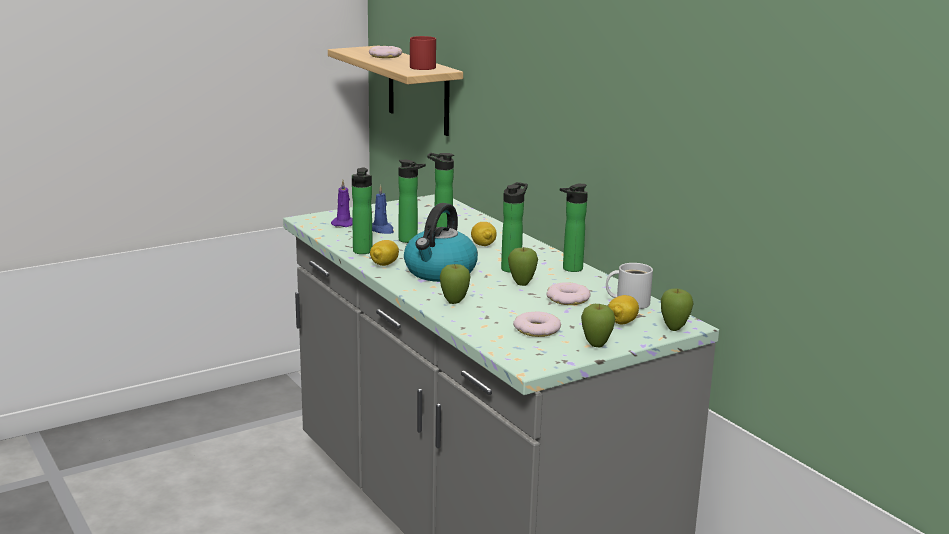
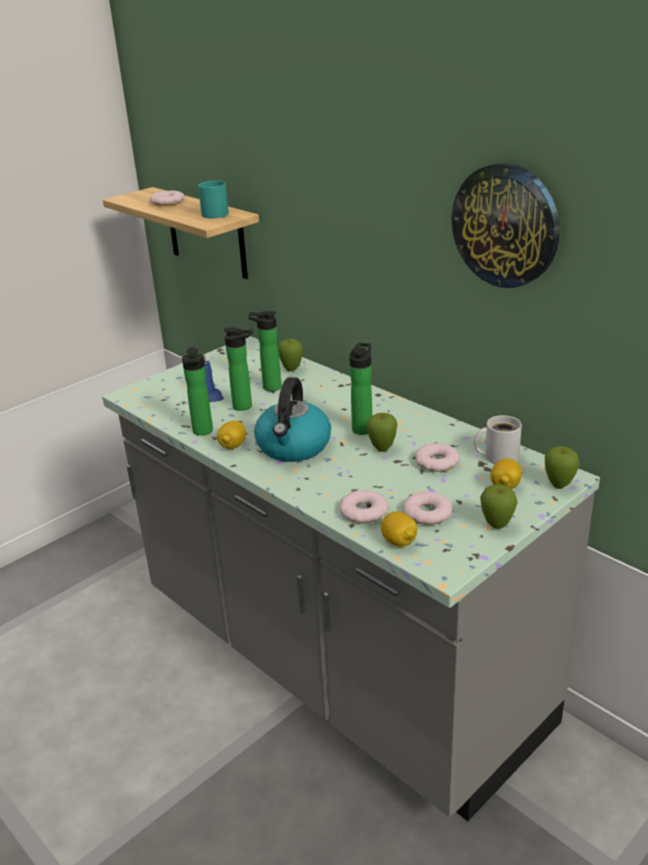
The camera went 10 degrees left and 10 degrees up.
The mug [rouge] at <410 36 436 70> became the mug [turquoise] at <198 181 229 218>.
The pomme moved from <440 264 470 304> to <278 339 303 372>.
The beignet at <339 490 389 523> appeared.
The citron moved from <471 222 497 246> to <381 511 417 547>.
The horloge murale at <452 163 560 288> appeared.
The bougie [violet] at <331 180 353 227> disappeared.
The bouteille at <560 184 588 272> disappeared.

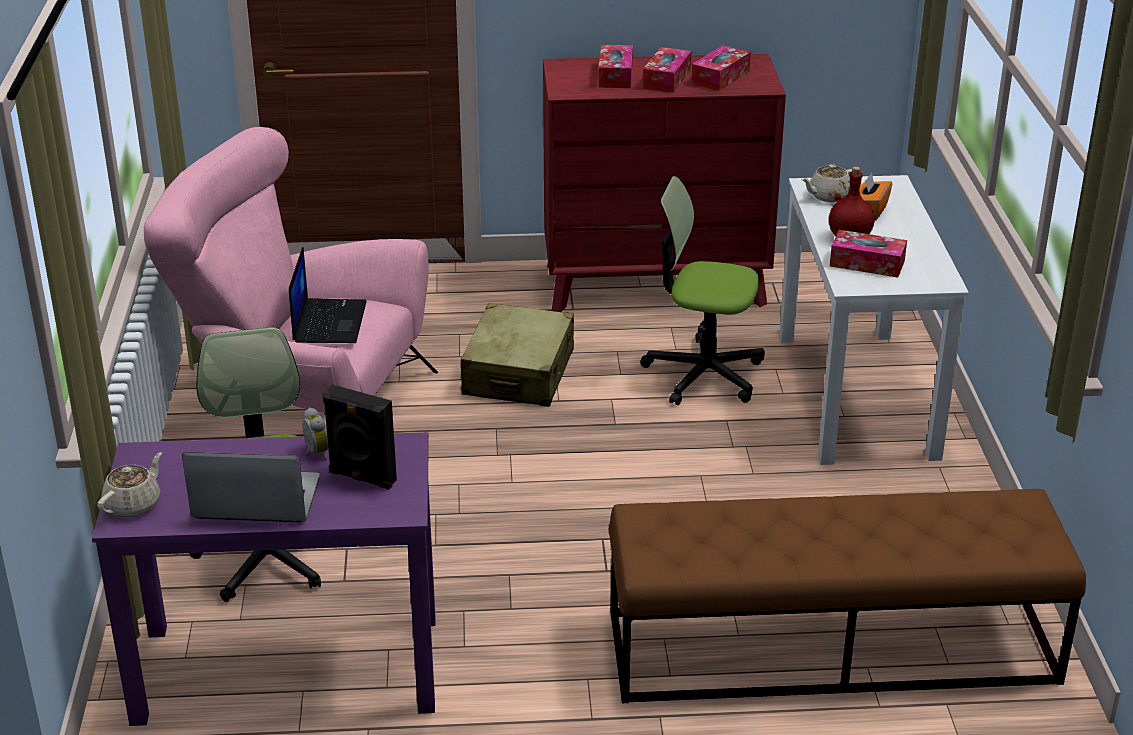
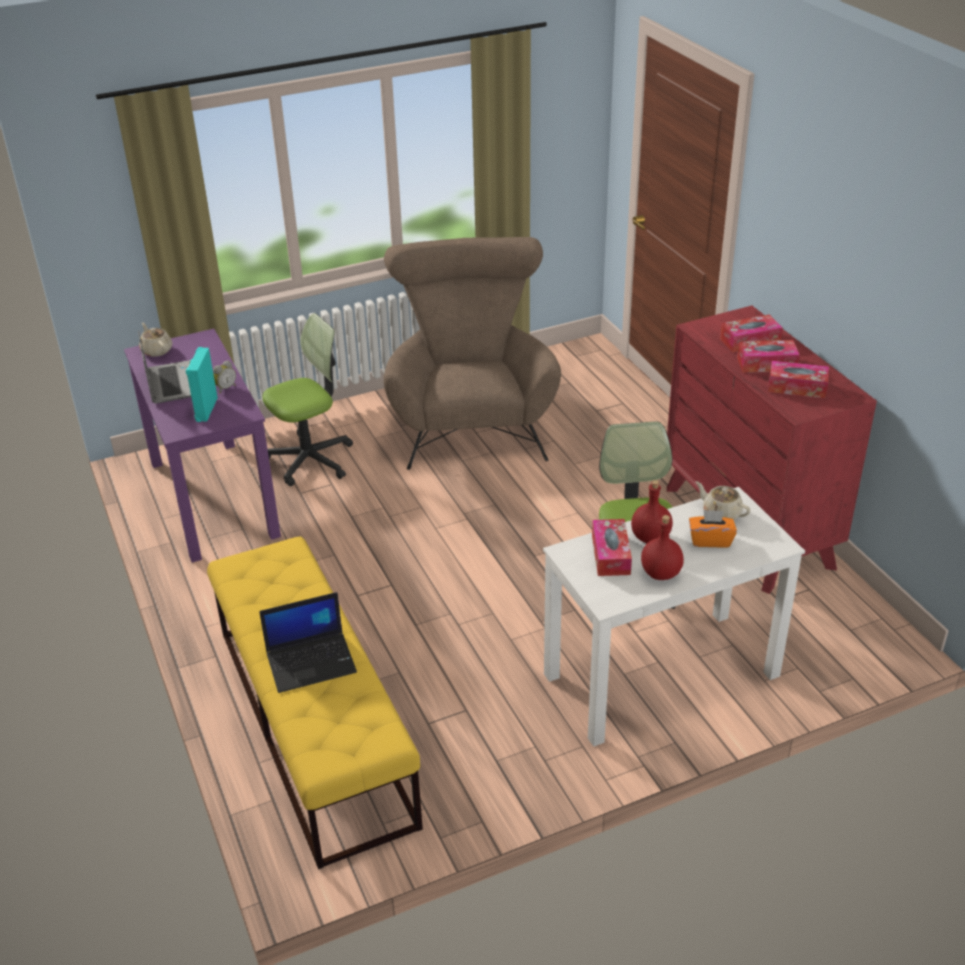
The camera went 70 degrees right and 5 degrees up.
The théière [beige] at <97 452 162 517> turned 135 degrees counterclockwise.
The enceinte [noir] at <322 384 397 490> became the enceinte [turquoise] at <186 347 218 422>.
The banc [marron] at <609 489 1086 703> became the banc [jaune] at <207 536 423 869>.
The ordinateur portable moved from <289 247 367 343> to <259 592 357 693>.
The fauteuil [rose] at <144 127 438 417> became the fauteuil [marron] at <383 237 561 470>.
The bouteille [rouge] at <641 515 684 580> appeared.
The valise [beige] at <461 303 574 407> disappeared.

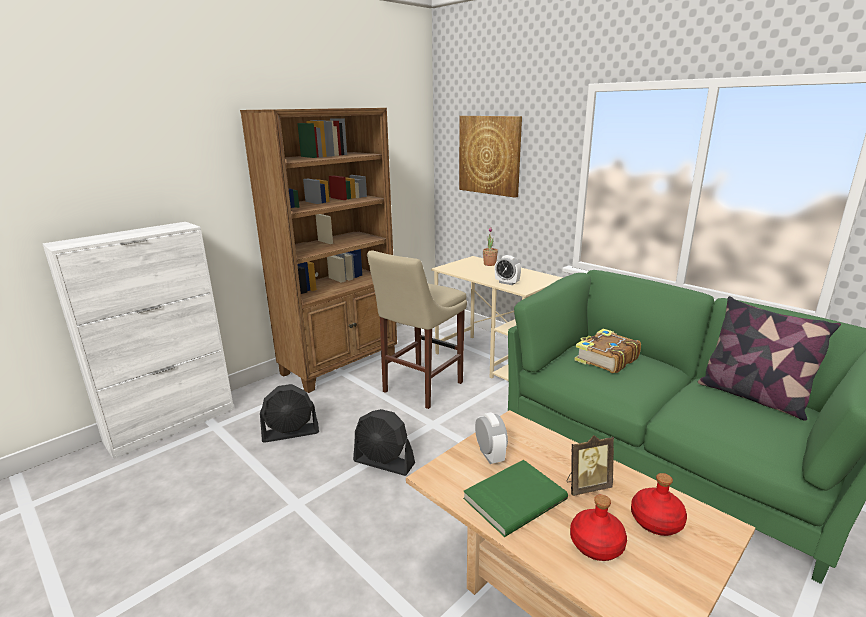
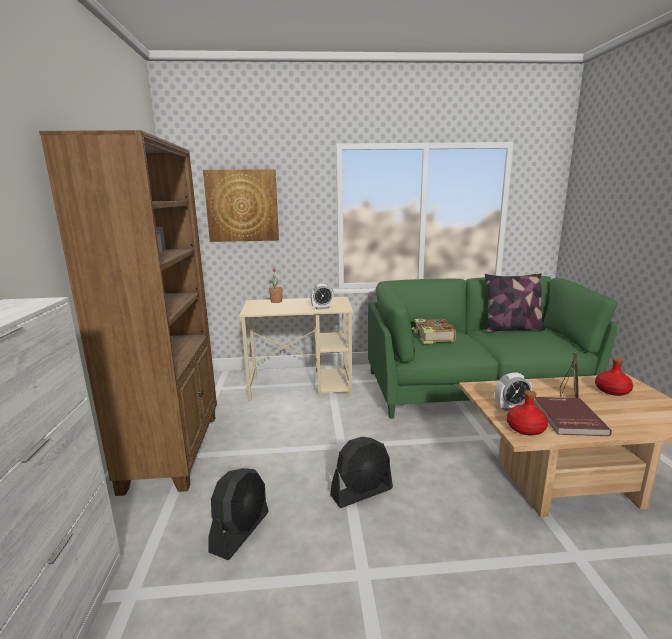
The camera went 50 degrees left and 5 degrees down.
The réveil at <475 412 508 464> turned 150 degrees clockwise.
The bouteille [rouge] moved from <570 495 627 561> to <507 390 548 435>.
The livre [vert] at <463 460 568 537> became the livre [rouge] at <534 397 612 436>.
The tabouret [beige] at <367 250 467 409> disappeared.

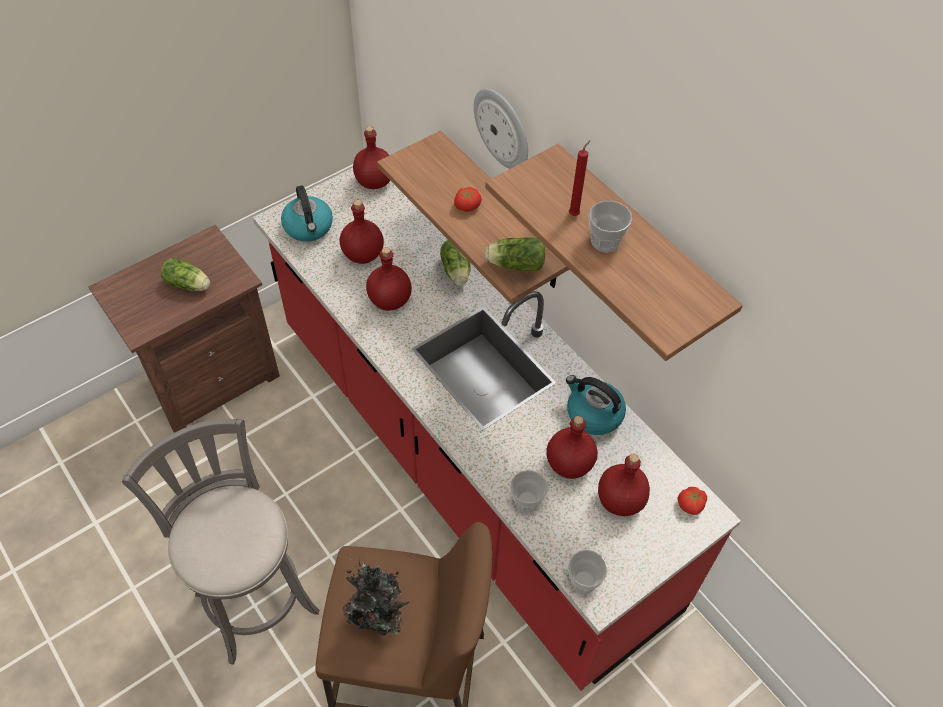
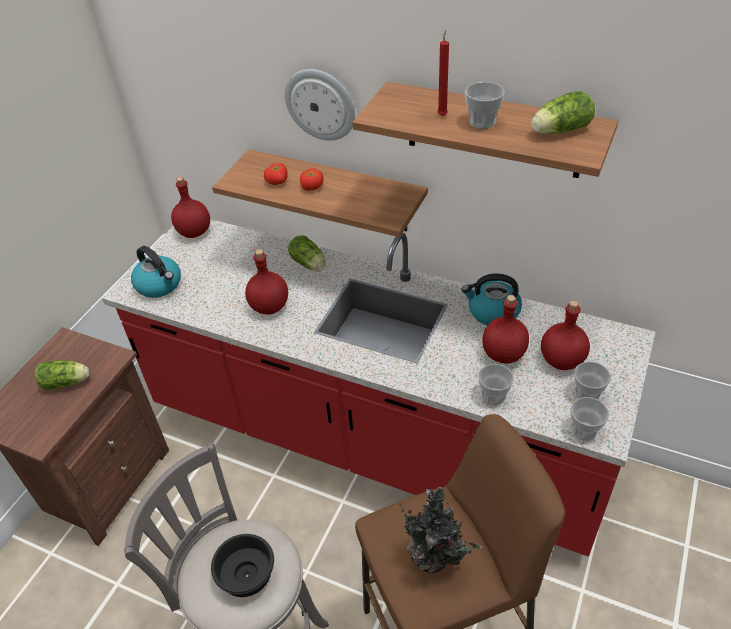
The camera went 25 degrees left and 10 degrees down.
The bol [noir] at <211 534 274 597> appeared.
The tomate moved from <677 487 707 515> to <264 163 288 185>.
The laitue moved from <485 238 545 272> to <531 91 595 134>.
The tasse at <574 361 611 399> appeared.
The bouteille [rouge] at <340 200 384 264> disappeared.

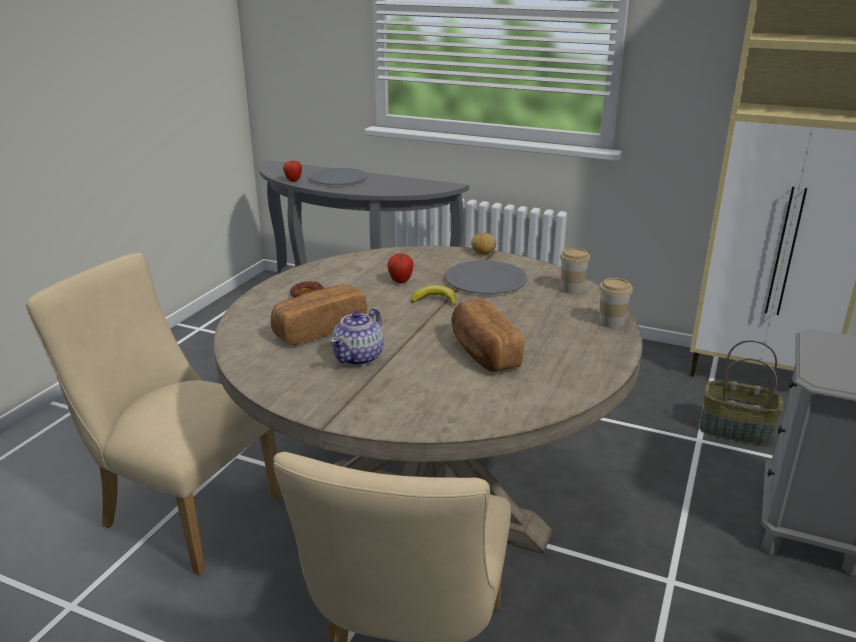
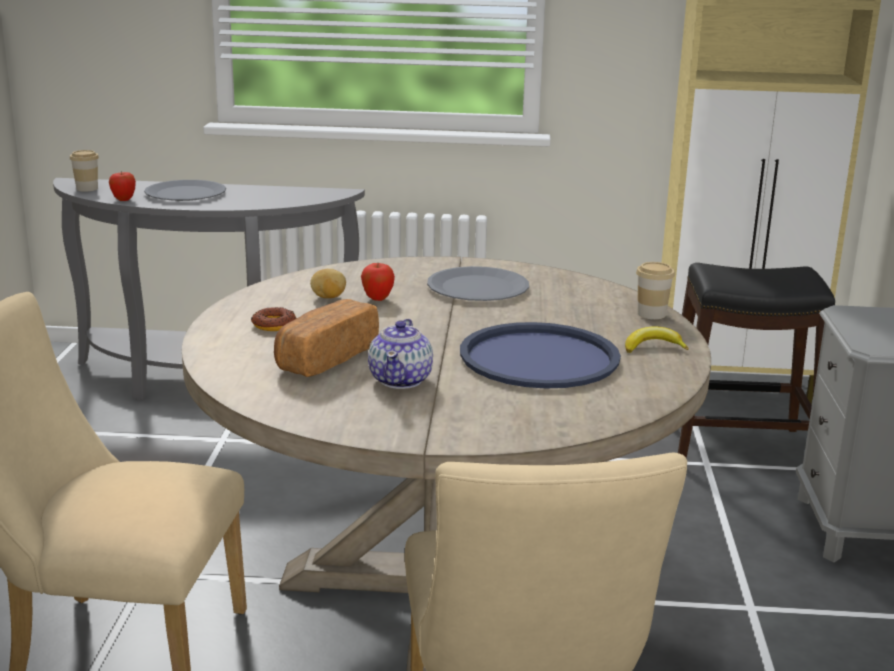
The camera went 20 degrees left and 5 degrees down.
The tasse moved from <560 248 590 294> to <70 150 99 192>.
The pomme de terre moved from <471 233 496 254> to <310 269 346 298>.
The pain at <451 299 524 372> was replaced by the plateau [bleu] at <460 322 621 389>.
The banane moved from <411 285 456 306> to <625 326 689 353>.
The panier at <699 340 783 446> was replaced by the tabouret [noir] at <678 263 835 458>.

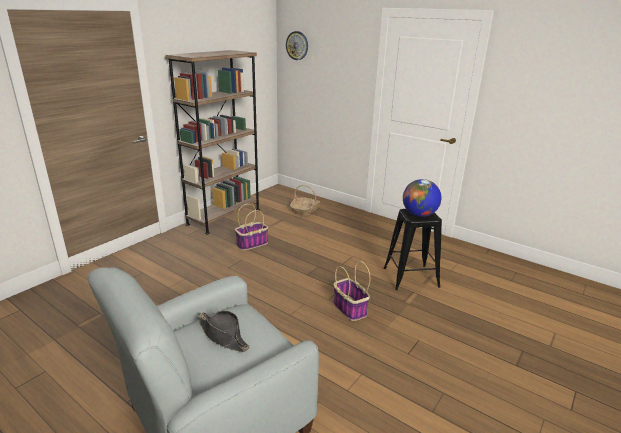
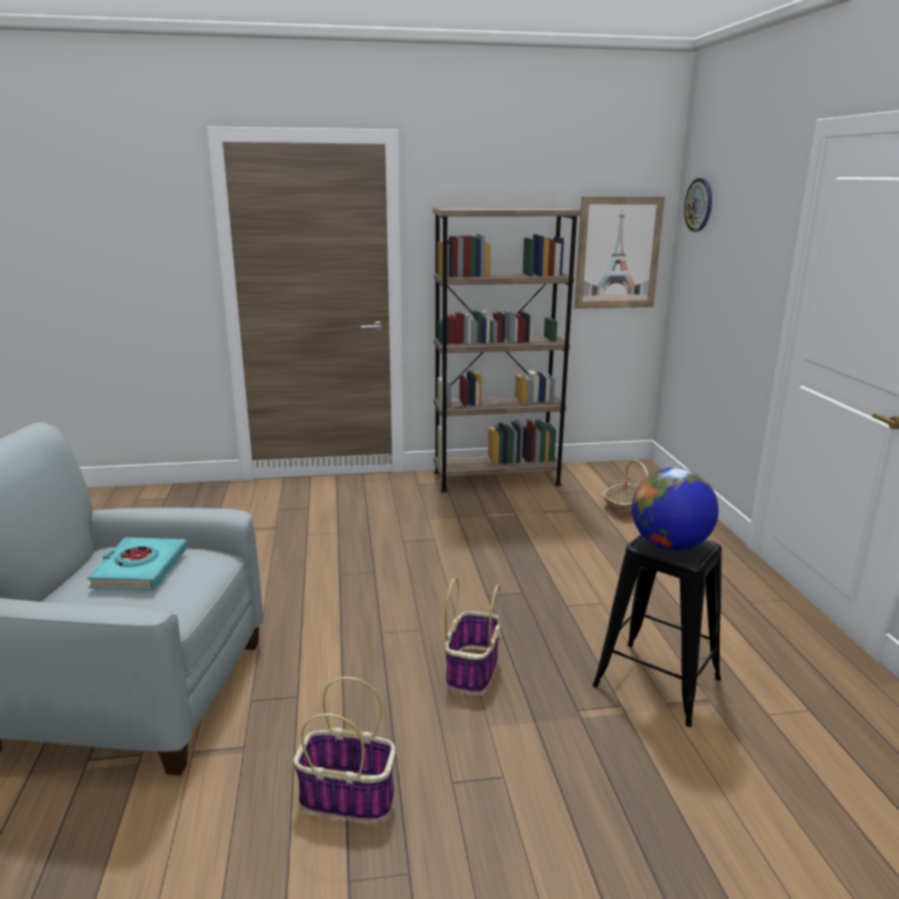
The camera went 45 degrees right and 5 degrees down.
The chapeau [noir] at <197 310 250 352> was replaced by the livre [turquoise] at <87 537 187 590>.
The panier moved from <235 204 268 251> to <293 677 395 821>.
The tableau at <574 197 665 309> appeared.

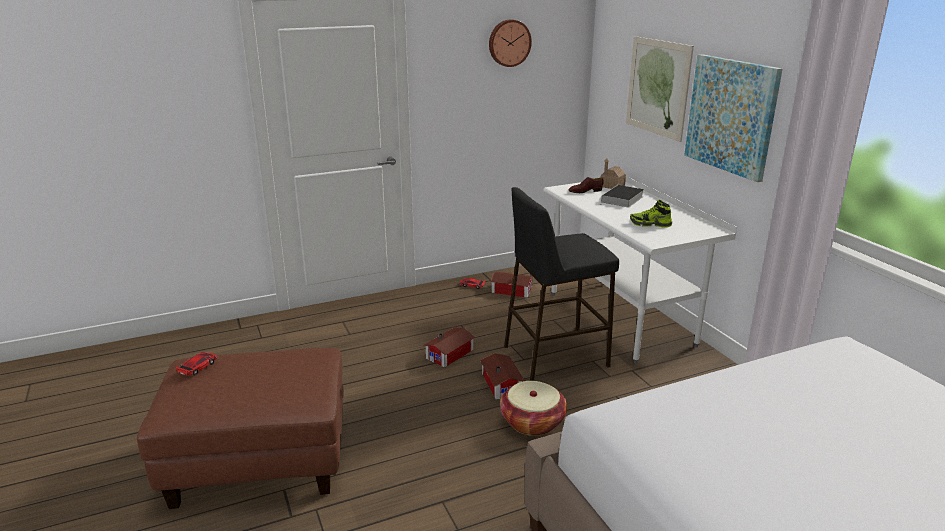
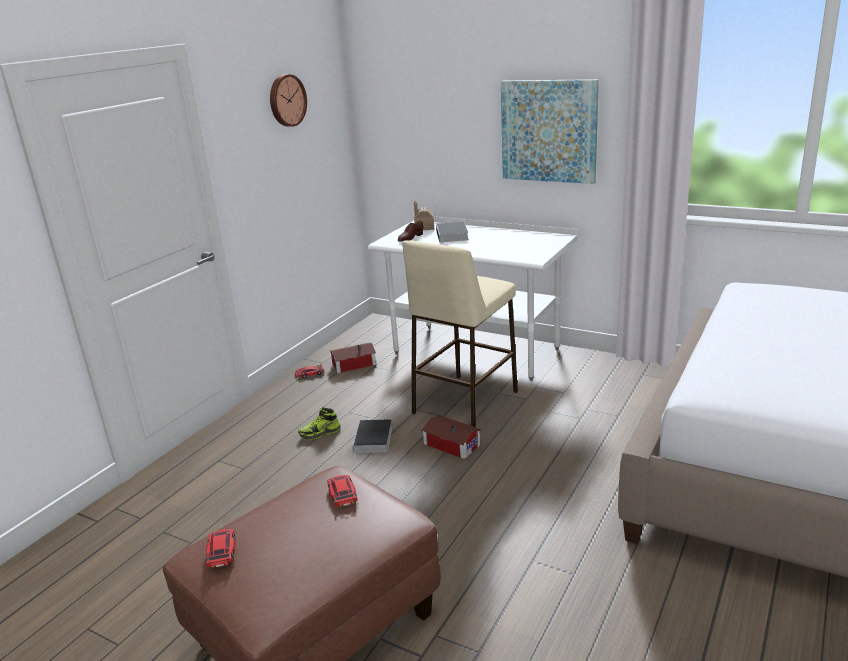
The camera went 35 degrees left and 0 degrees up.
The chaussure moved from <630 200 672 227> to <298 407 341 440>.
The petite voiture at <327 475 358 506> appeared.
The maison miniature at <424 328 475 368> was replaced by the livre at <352 419 392 458>.
The tabouret [noir] at <504 187 619 381> became the tabouret [beige] at <402 240 518 427>.
The panier at <500 381 567 436> disappeared.
The tableau at <626 36 694 142> disappeared.

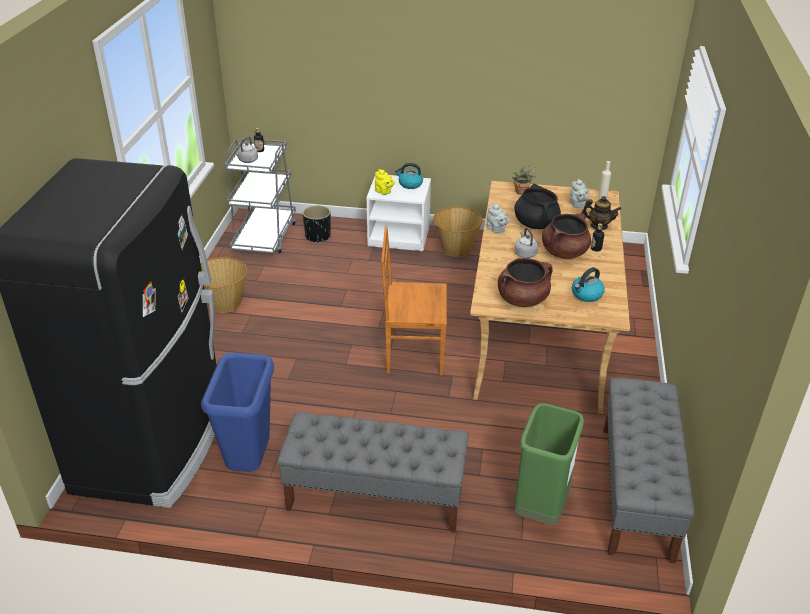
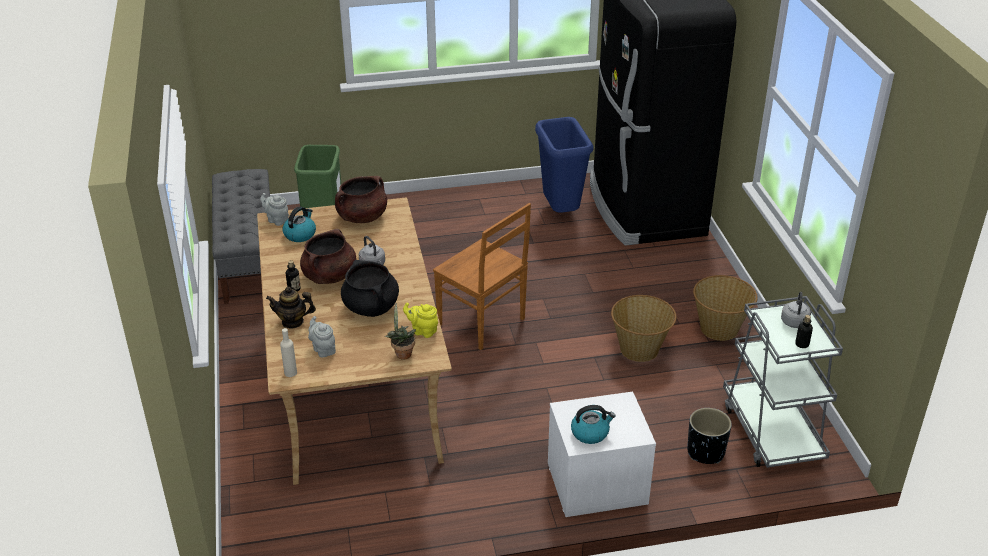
The camera went 160 degrees right and 0 degrees up.
The théière [gris] moved from <486 203 510 233> to <260 193 289 226>.
The théière [jaune] moved from <375 169 395 195> to <403 303 438 338>.
The chaise [marron] at <381 226 447 375> turned 60 degrees clockwise.
The panier moved from <433 207 483 257> to <611 295 676 362>.
The banc [gris] at <277 412 469 533> disappeared.

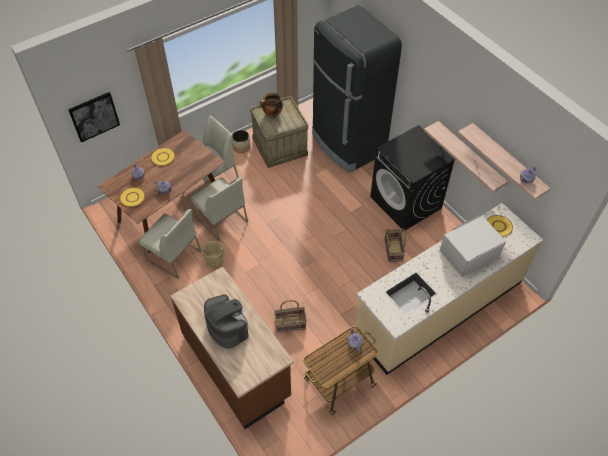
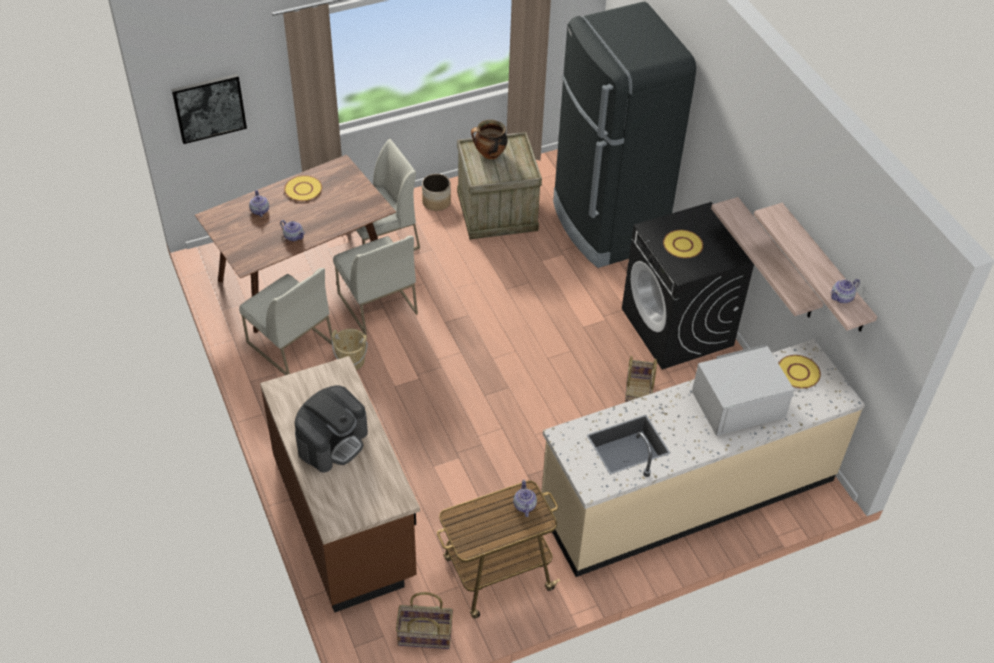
The camera went 10 degrees right and 5 degrees down.
The machine à café at <204 294 249 349> turned 60 degrees clockwise.
The panier moved from <274 300 307 333> to <396 592 453 649>.
The assiette [jaune] moved from <120 187 145 207> to <663 230 703 258>.

